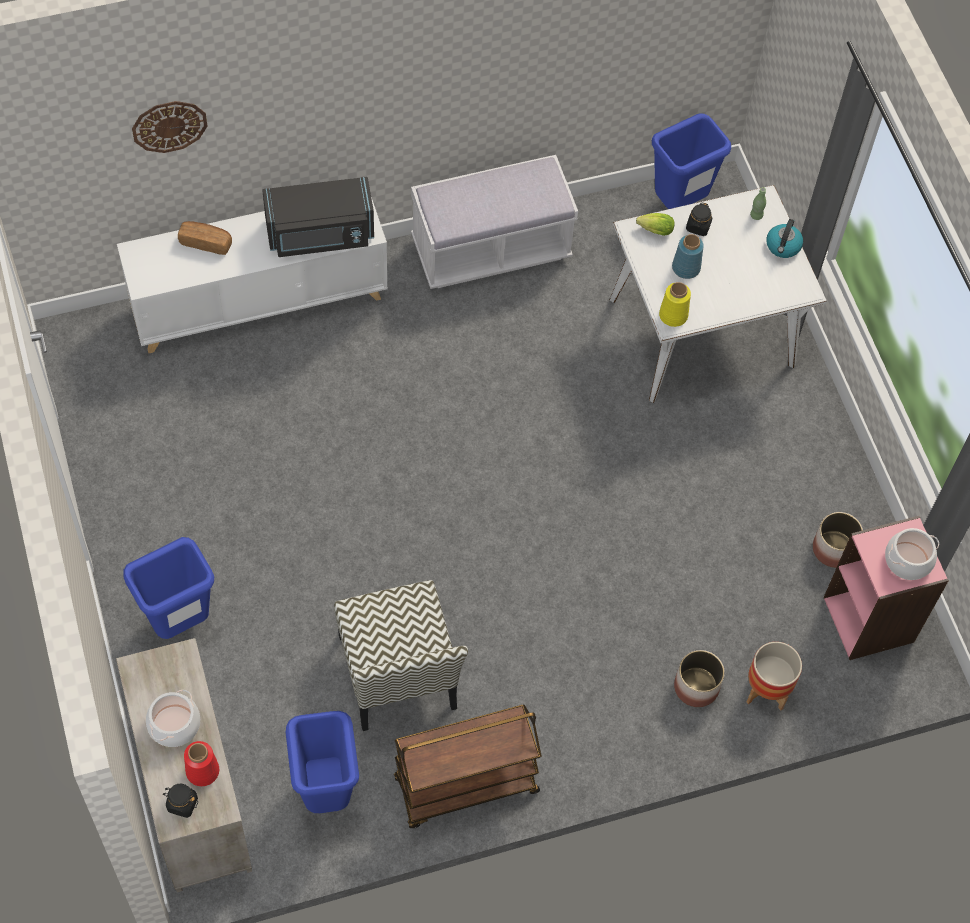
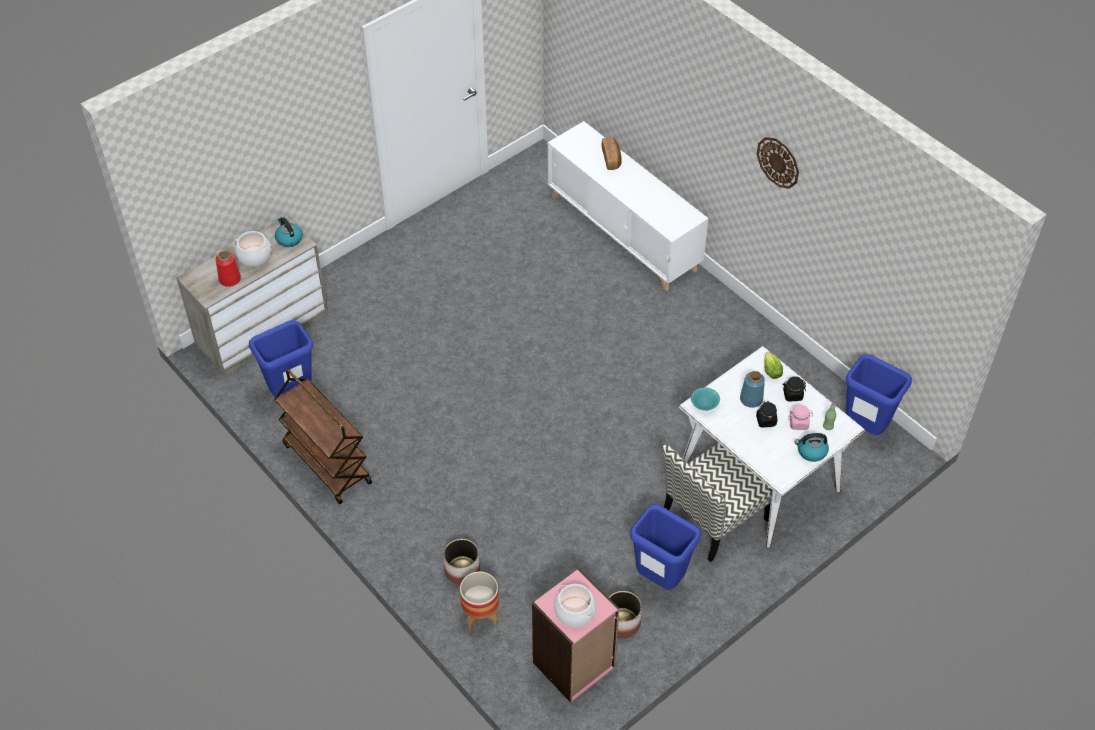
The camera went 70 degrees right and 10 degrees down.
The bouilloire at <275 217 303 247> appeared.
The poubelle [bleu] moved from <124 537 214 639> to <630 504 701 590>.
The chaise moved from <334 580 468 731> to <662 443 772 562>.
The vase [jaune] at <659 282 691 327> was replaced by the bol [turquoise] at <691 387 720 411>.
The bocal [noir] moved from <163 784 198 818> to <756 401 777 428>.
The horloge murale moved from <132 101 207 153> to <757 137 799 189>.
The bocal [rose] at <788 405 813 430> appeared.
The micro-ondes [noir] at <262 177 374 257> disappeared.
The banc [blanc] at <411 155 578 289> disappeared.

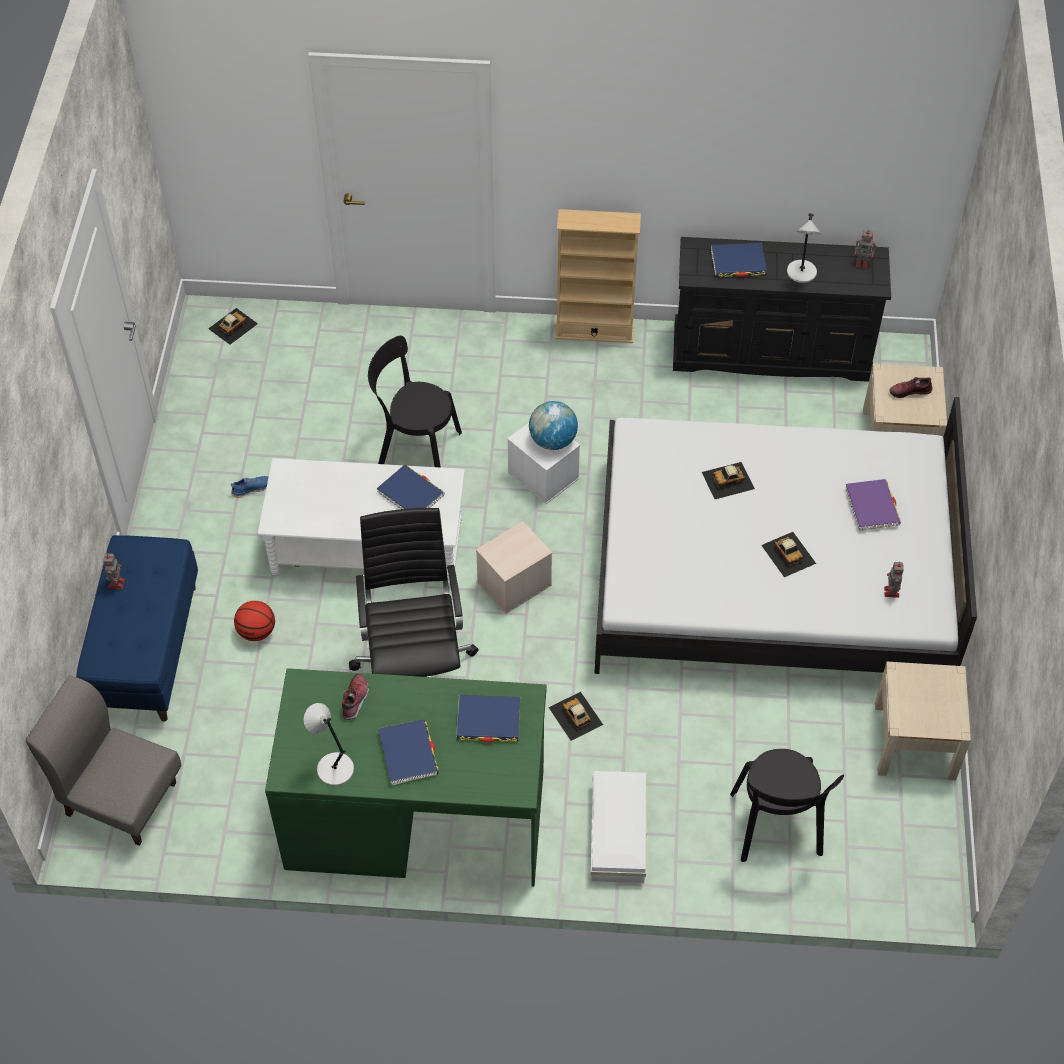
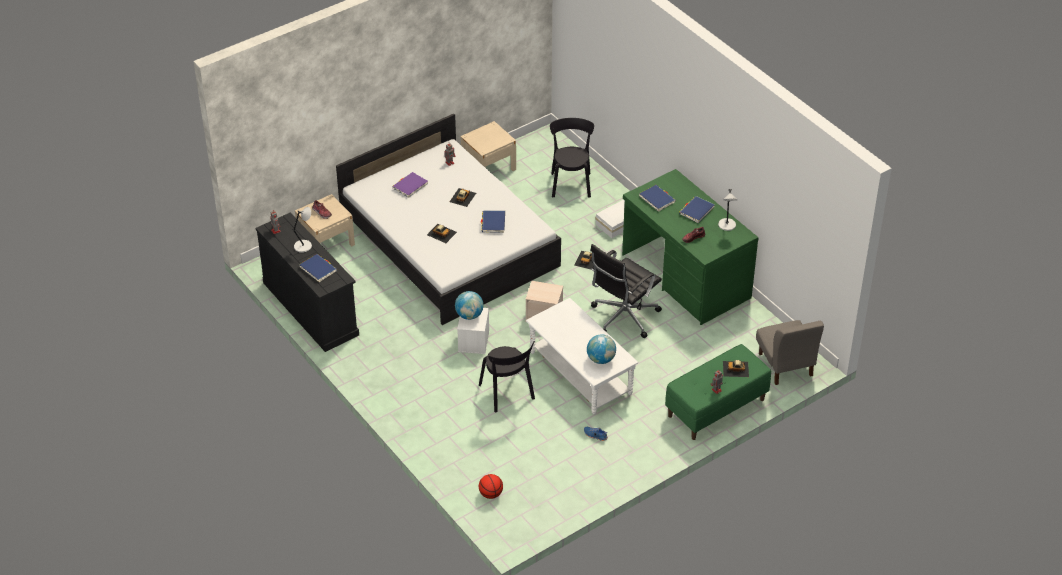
The camera went 130 degrees left and 10 degrees down.
The ballon de basket moved from <234 601 275 641> to <479 474 503 499>.
The livre [bleu] moved from <377 465 445 509> to <481 210 505 233>.
The chaise [noir] at <730 749 844 862> turned 45 degrees counterclockwise.
The globe at <587 334 616 364> appeared.
The banc [bleu] at <76 535 198 722> became the banc [vert] at <665 344 771 440>.
The petite voiture moved from <208 308 258 345> to <723 360 749 377>.
The bibliothèque [beige] at <555 209 641 343> disappeared.

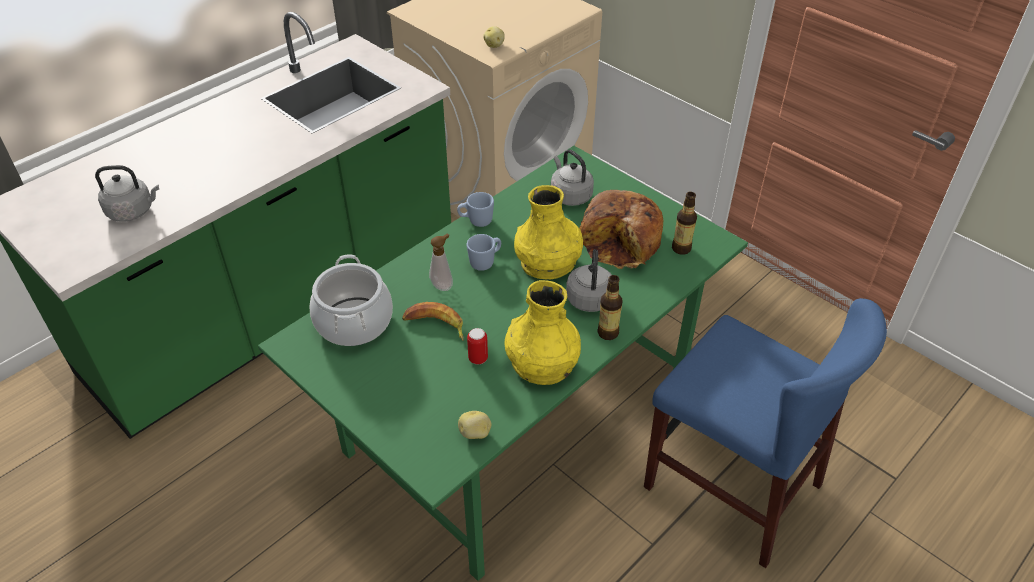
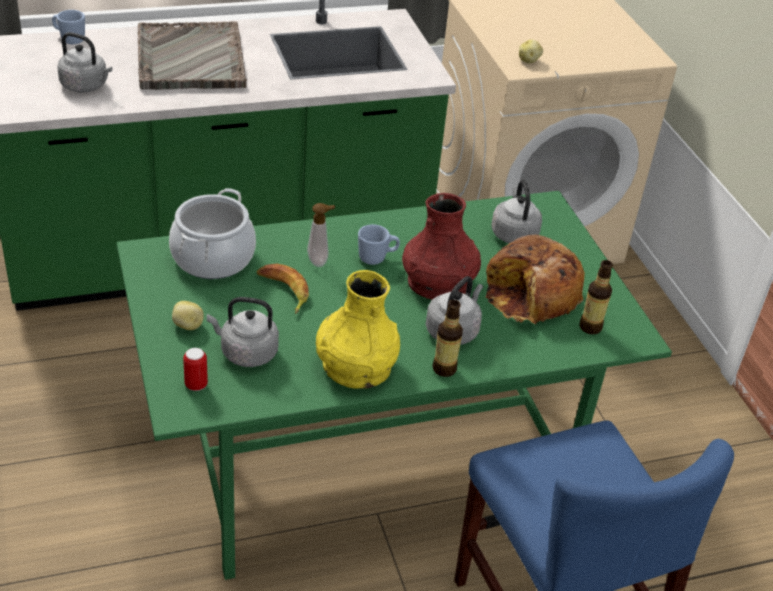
The camera went 25 degrees right and 5 degrees down.
The mug [bleu] moved from <457 192 494 227> to <52 10 85 44>.
The plateau [gris] at <138 21 247 90> appeared.
The pomme de terre moved from <458 411 491 439> to <172 301 204 330>.
The boîte métallique moved from <467 328 488 364> to <183 348 208 391>.
The bouilloire [gris] at <207 297 279 367> appeared.
The vase [jaune] at <514 185 583 280> became the vase [rouge] at <402 193 481 299>.

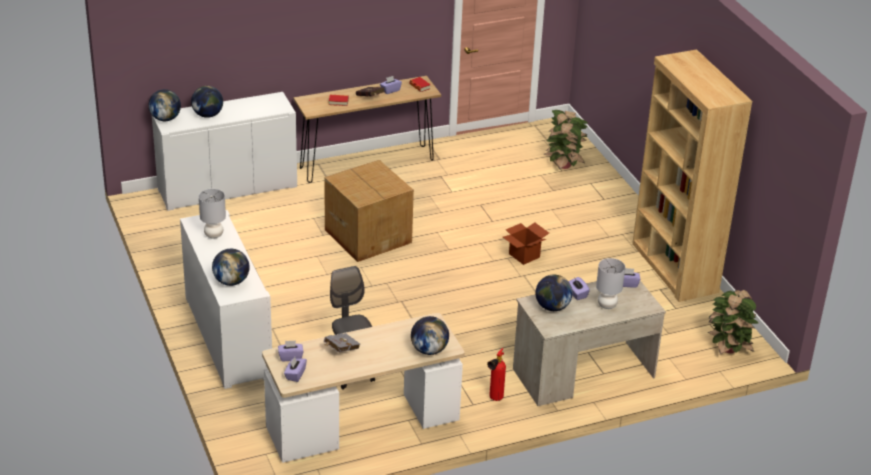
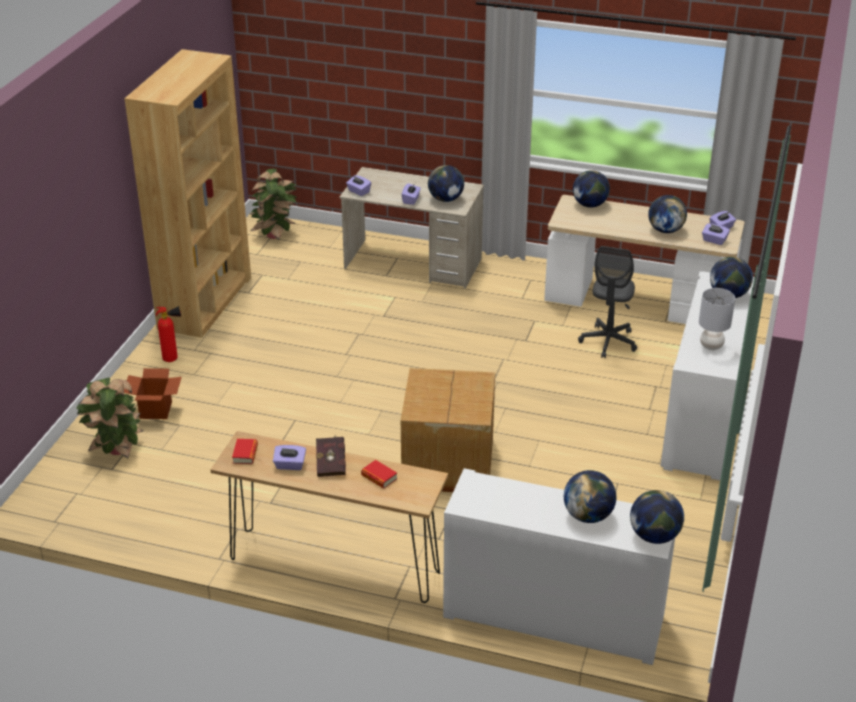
The camera went 140 degrees left and 0 degrees up.
The carton moved from <503 222 549 265> to <124 368 182 419>.
The extincteur moved from <487 348 506 401> to <156 306 181 362>.
The livre [gris] at <324 333 360 352> was replaced by the globe at <648 195 687 233>.
The lampe de table [gris] at <596 258 625 309> disappeared.

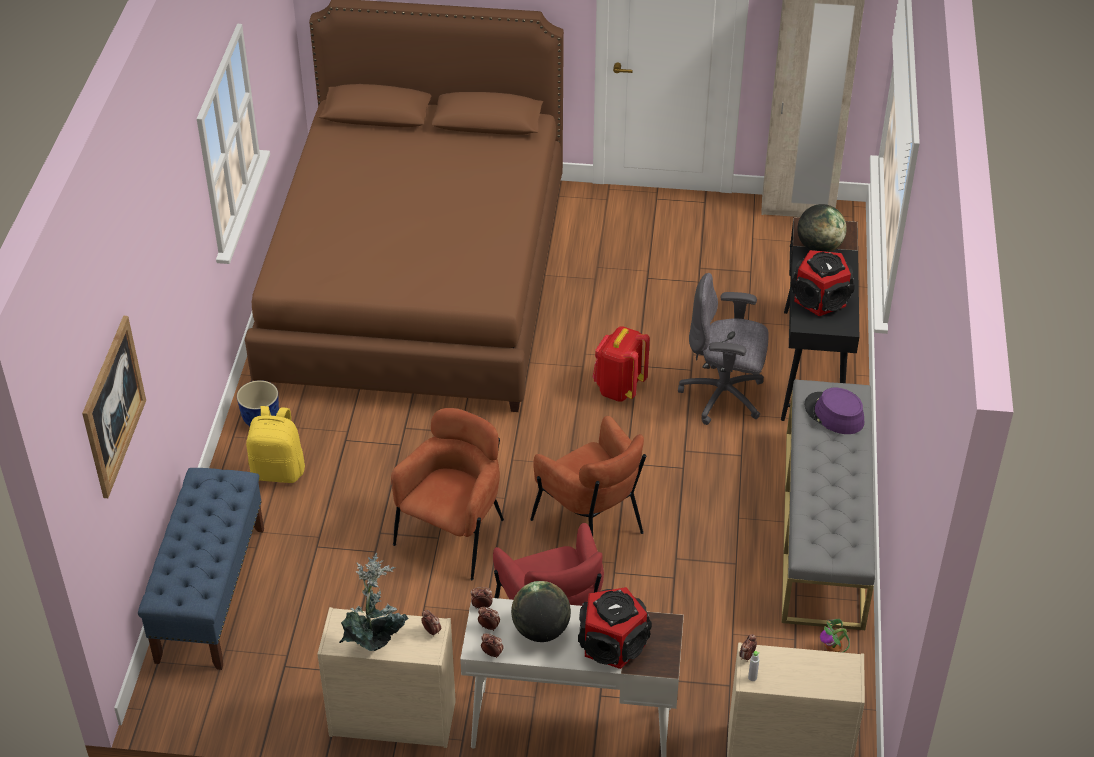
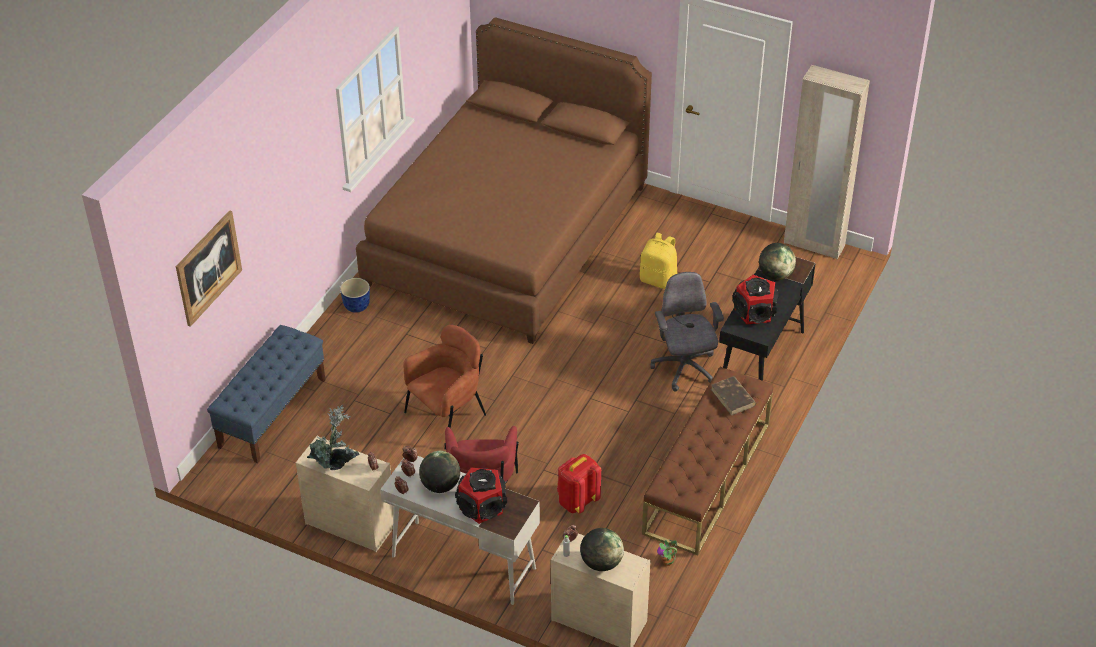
The camera went 20 degrees right and 0 degrees up.
The sac à dos [rouge] moved from <593 326 650 402> to <557 454 601 514>.
The globe at <580 528 624 571> appeared.
The sac à dos [jaune] moved from <246 406 305 483> to <639 233 677 289>.
The banc [gris] at <782 379 875 630> became the banc [marron] at <642 367 773 555>.
The chaise de bureau [gris] at <678 273 769 425> turned 45 degrees clockwise.
The chapeau [violet] at <804 388 864 434> was replaced by the livre [marron] at <711 376 756 416>.
The fauteuil [marron] at <530 416 646 536> disappeared.

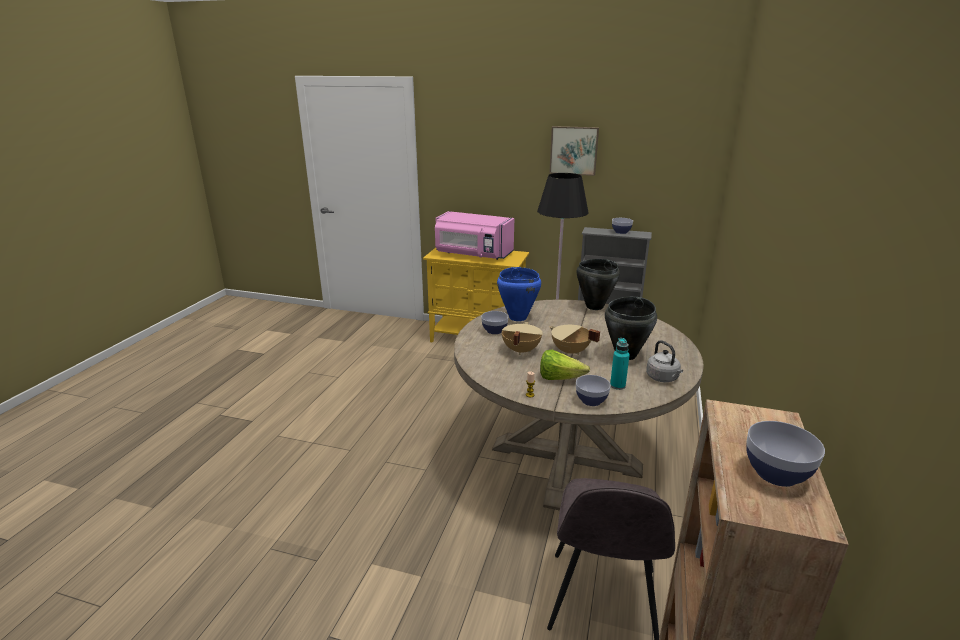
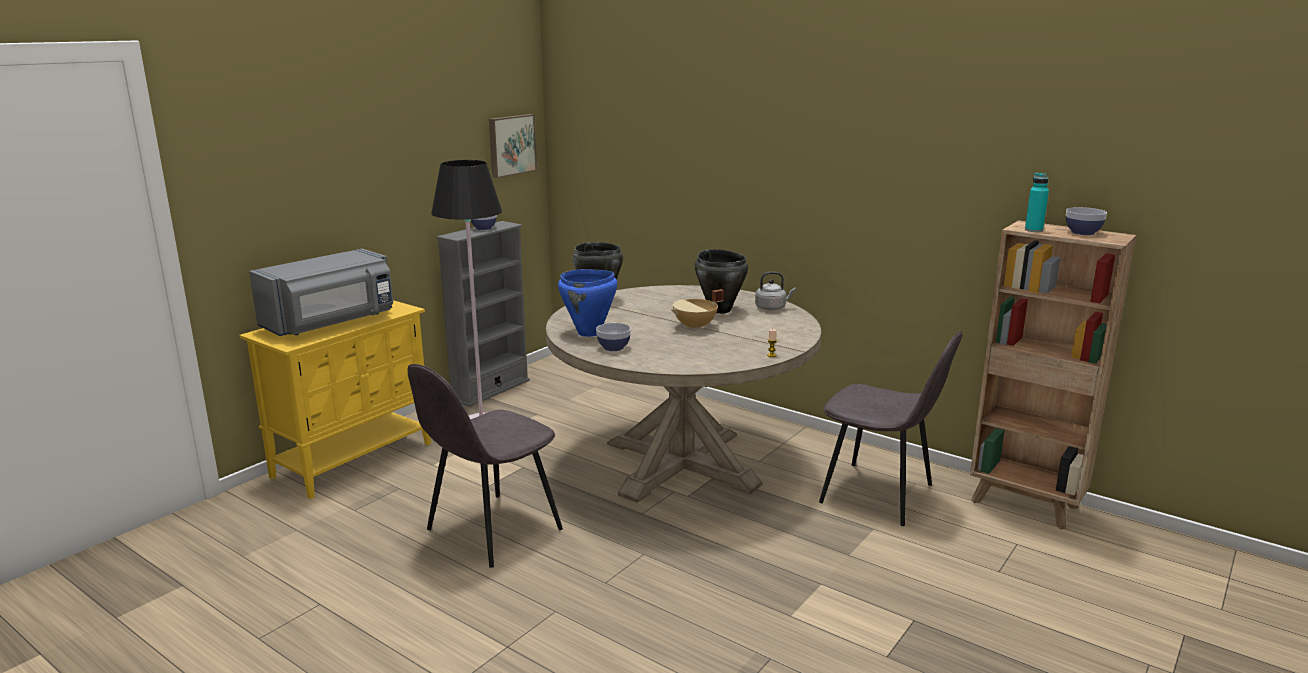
The camera went 70 degrees left and 5 degrees down.
The micro-ondes [rose] at <435 211 514 260> became the micro-ondes [gris] at <249 249 393 336>.
The chaise [gris] at <408 364 563 568> appeared.
The tableau moved from <549 126 599 176> to <489 114 537 178>.
The bouteille [turquoise] moved from <610 338 629 390> to <1025 173 1049 232>.
The marmite [beige] at <502 322 542 355> disappeared.
The laitue at <540 350 590 380> disappeared.
The bol at <576 375 611 406> disappeared.

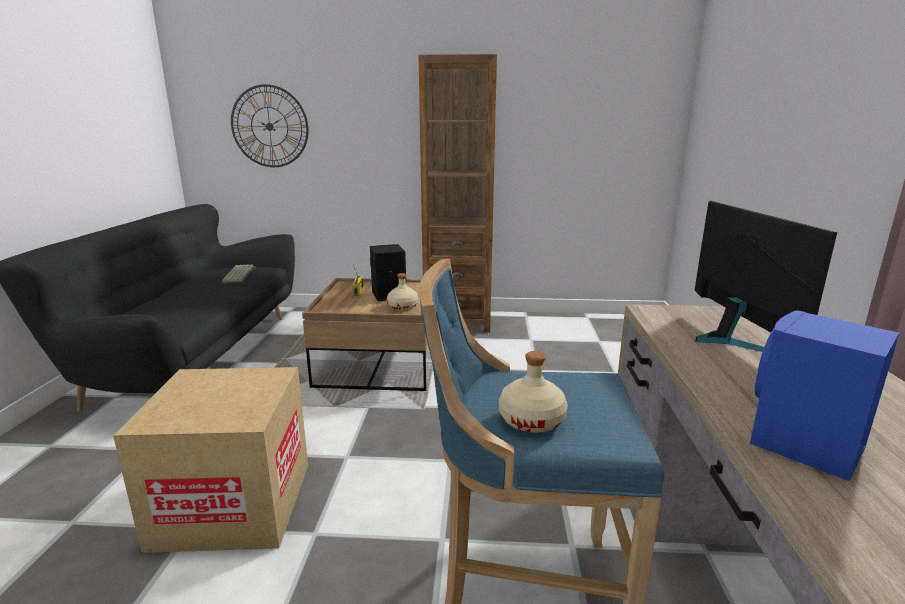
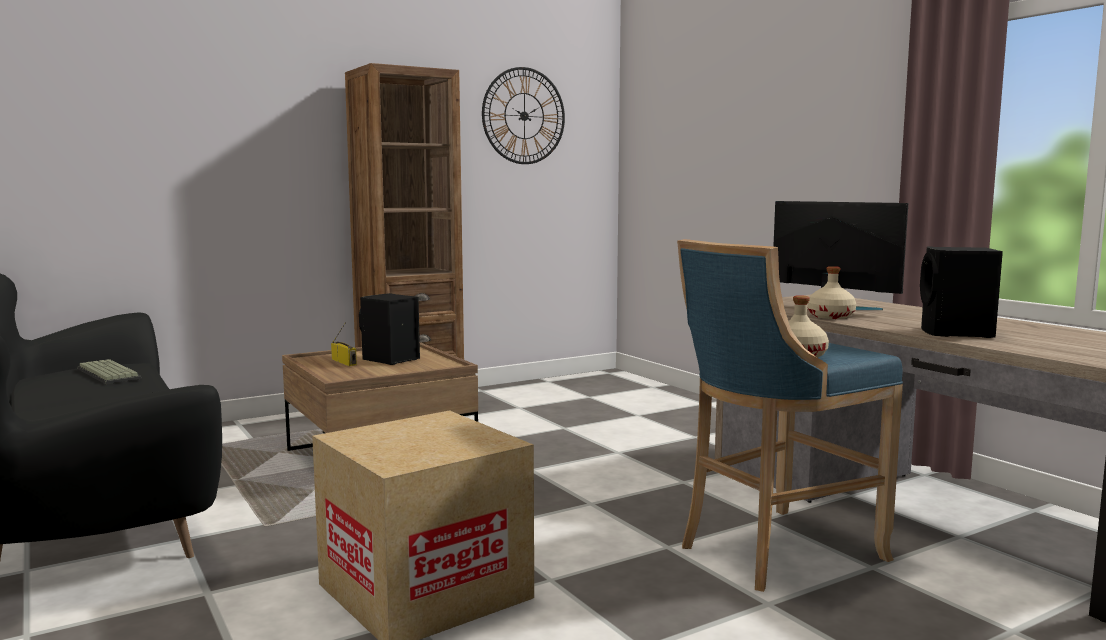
The camera went 35 degrees left and 10 degrees down.
The horloge murale moved from <231 84 309 167> to <482 67 565 164>.
The bouteille [beige] moved from <387 273 418 310> to <808 266 856 319>.
The enceinte [bleu] at <750 310 899 481> became the enceinte [noir] at <920 246 1003 338>.

